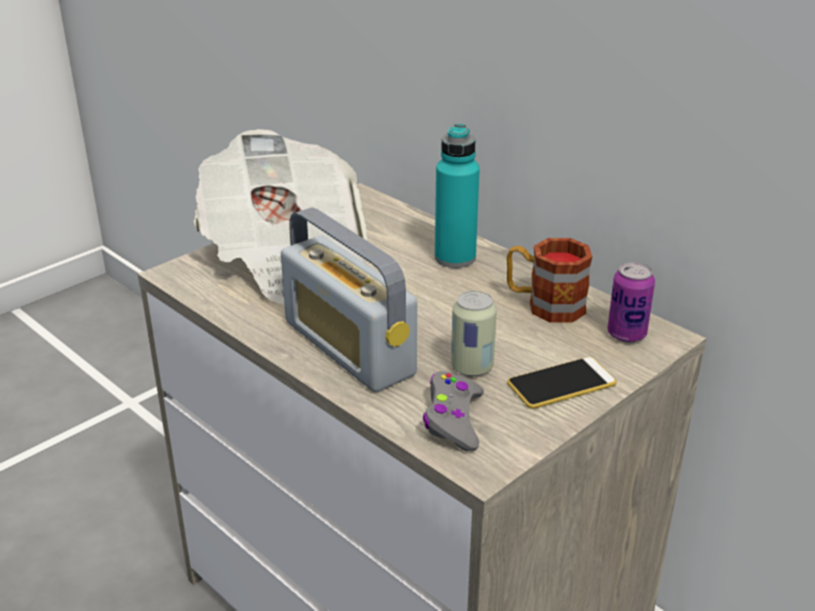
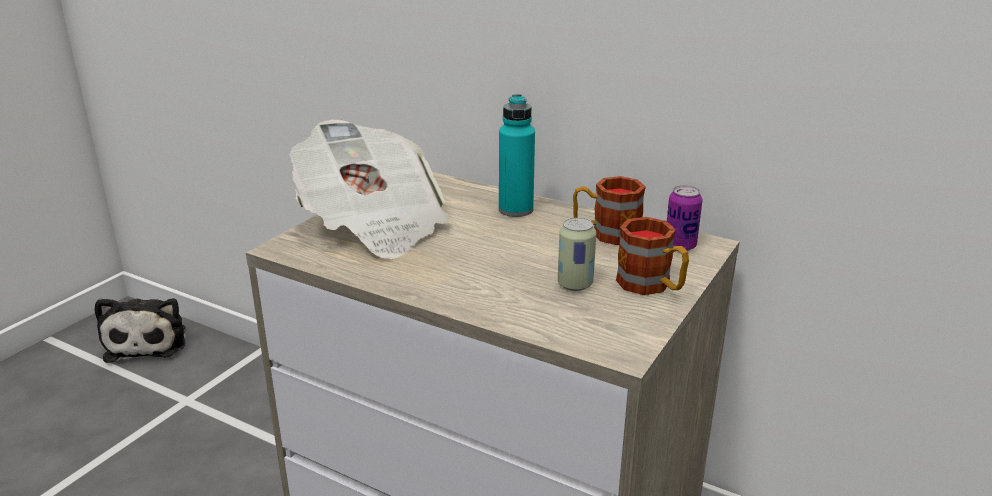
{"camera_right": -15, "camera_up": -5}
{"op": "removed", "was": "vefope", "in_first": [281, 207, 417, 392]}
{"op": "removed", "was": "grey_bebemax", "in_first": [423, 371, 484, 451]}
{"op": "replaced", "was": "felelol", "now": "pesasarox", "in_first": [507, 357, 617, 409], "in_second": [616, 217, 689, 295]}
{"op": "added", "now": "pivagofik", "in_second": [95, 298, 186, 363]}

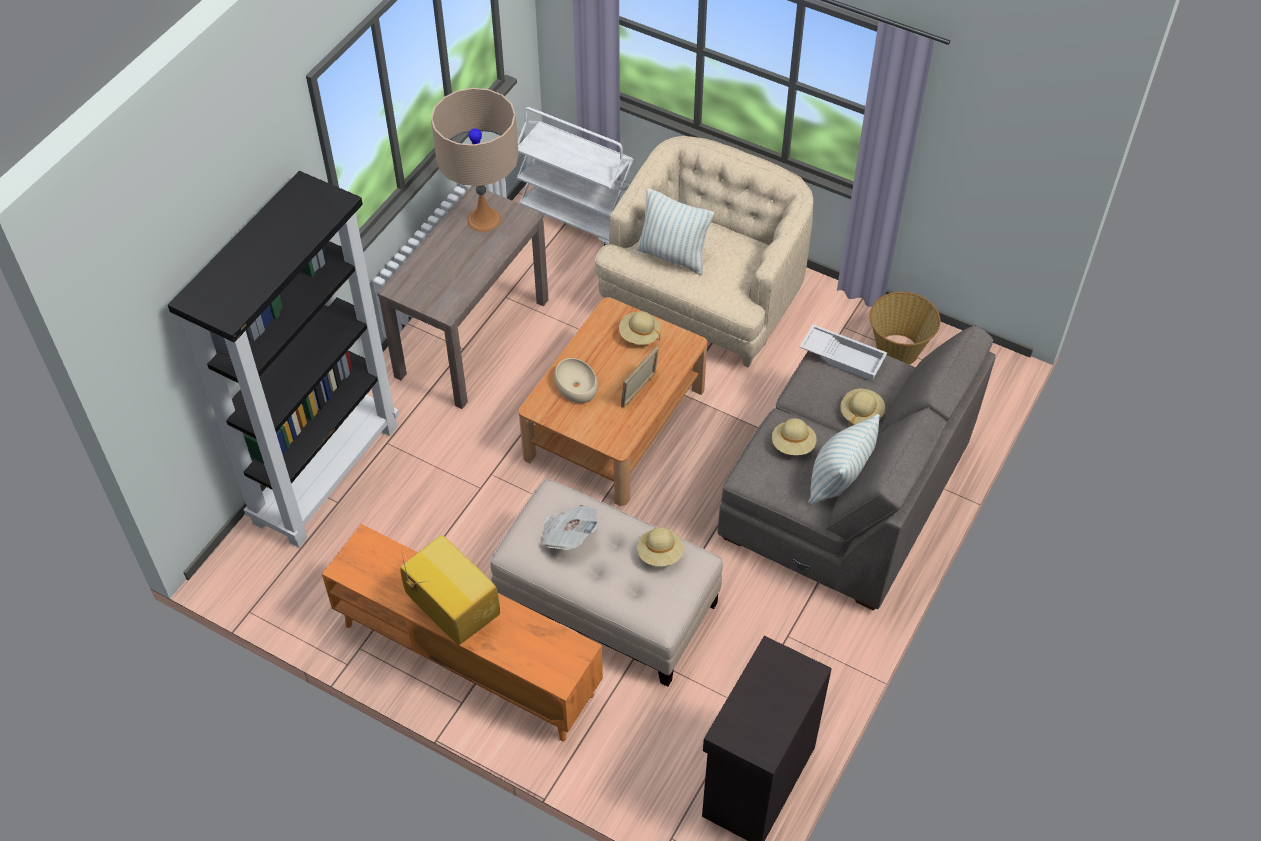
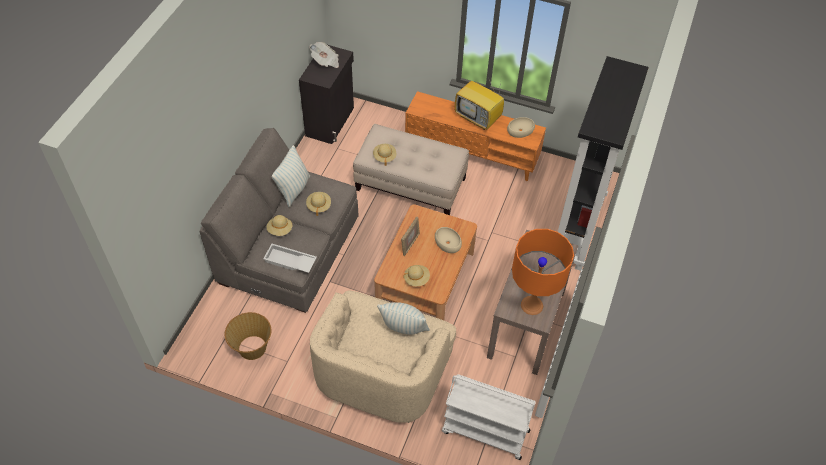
{"camera_right": 170, "camera_up": 0}
{"op": "recoloured", "was": "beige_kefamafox", "now": "orange_kefamafox", "in_first": [431, 88, 519, 232], "in_second": [512, 229, 574, 315]}
{"op": "moved", "was": "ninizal", "in_first": [541, 505, 598, 550], "in_second": [309, 42, 339, 68]}
{"op": "added", "now": "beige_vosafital", "in_second": [507, 117, 535, 138]}

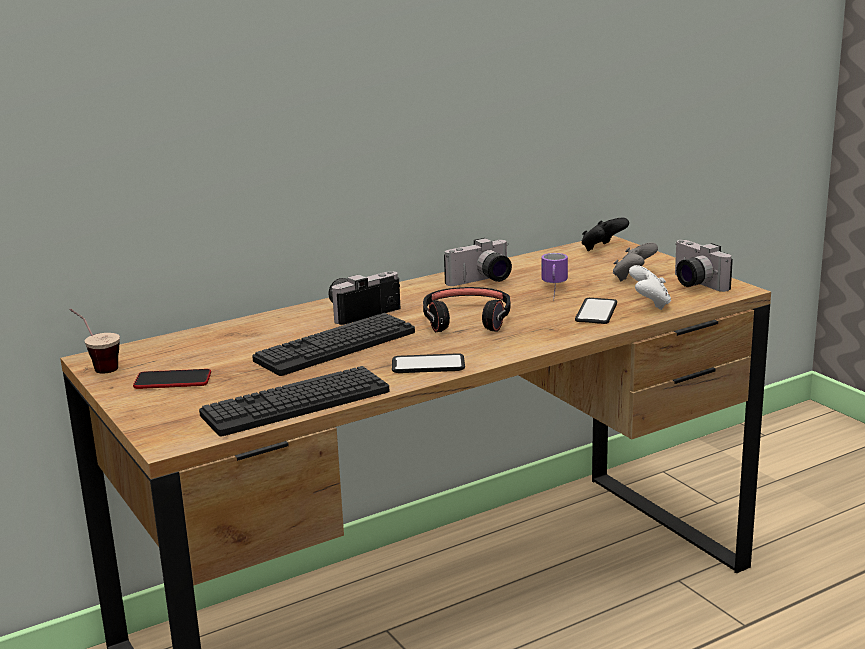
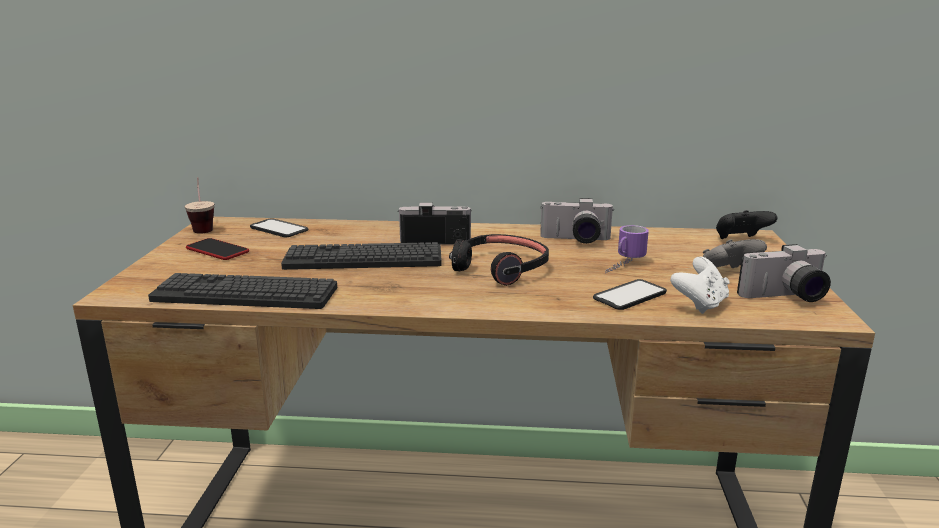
{"camera_right": 35, "camera_up": 0}
{"op": "moved", "was": "felelol", "in_first": [392, 353, 465, 373], "in_second": [250, 218, 308, 237]}
{"op": "turned", "was": "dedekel", "in_first": [675, 240, 733, 292], "in_second": [737, 244, 831, 302], "clockwise": -105}

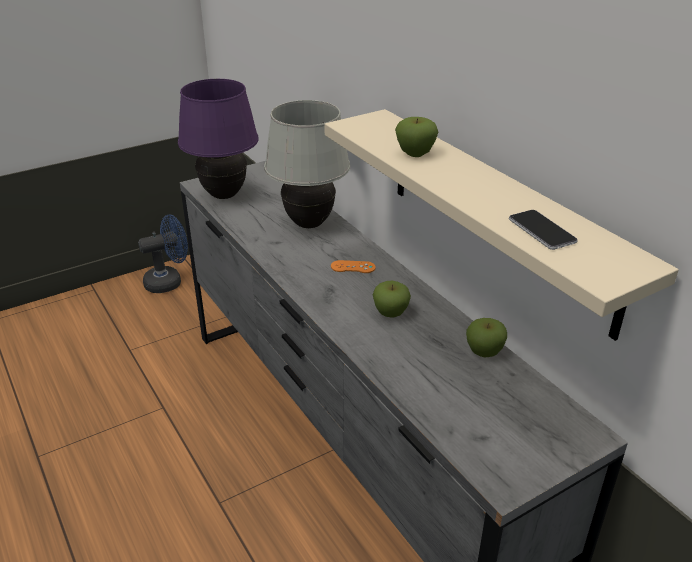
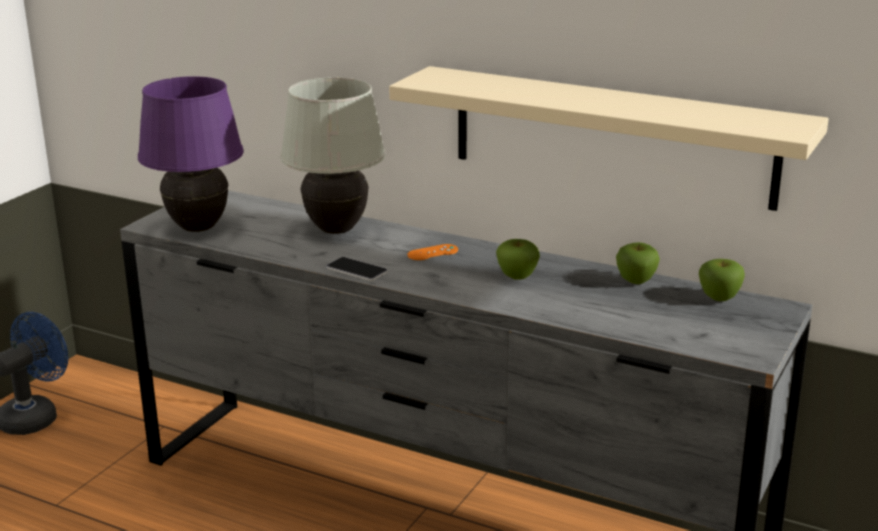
{"camera_right": -30, "camera_up": -10}
{"op": "moved", "was": "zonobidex", "in_first": [395, 117, 438, 157], "in_second": [699, 259, 745, 301]}
{"op": "moved", "was": "felelol", "in_first": [509, 210, 578, 250], "in_second": [326, 257, 388, 281]}

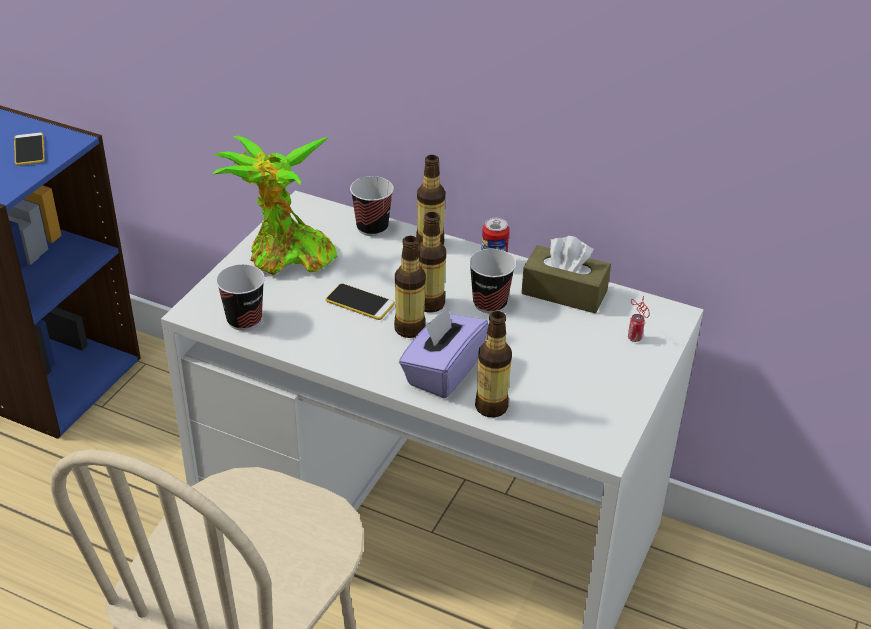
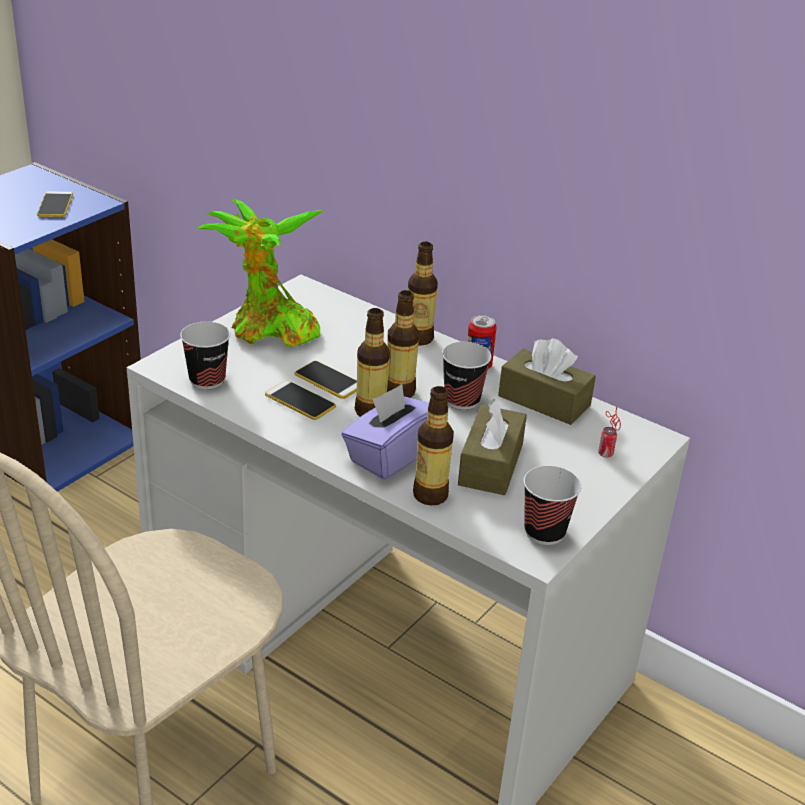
{"camera_right": 10, "camera_up": -5}
{"op": "moved", "was": "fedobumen", "in_first": [350, 176, 394, 236], "in_second": [524, 466, 581, 545]}
{"op": "added", "now": "felelol", "in_second": [265, 380, 336, 420]}
{"op": "added", "now": "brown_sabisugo", "in_second": [458, 399, 527, 495]}

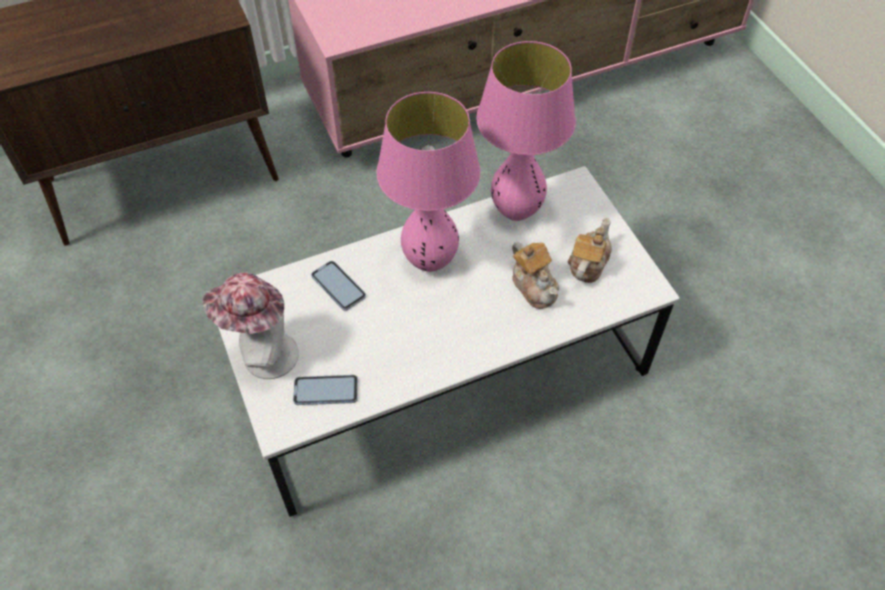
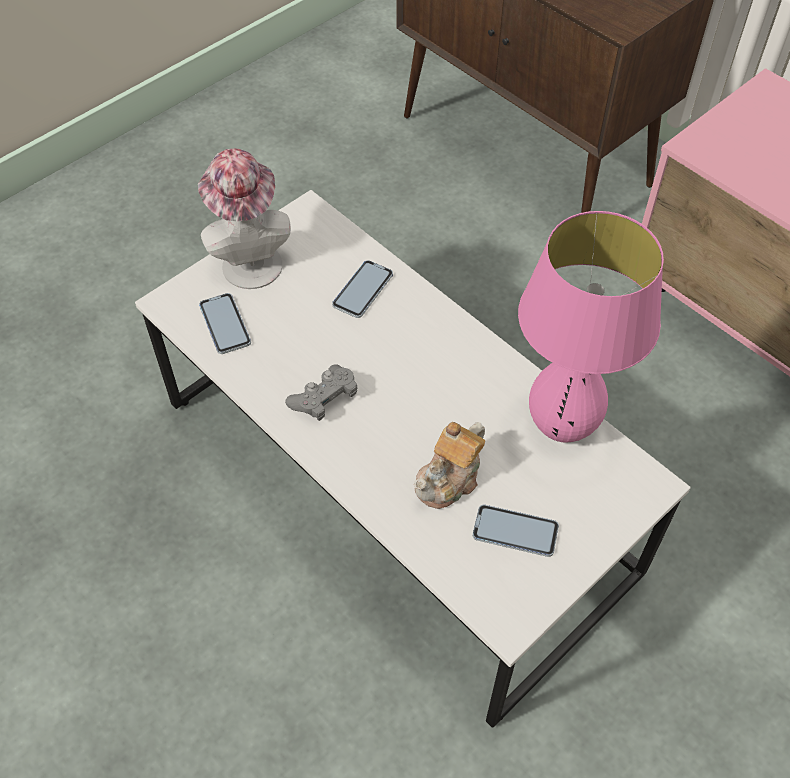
{"camera_right": 70, "camera_up": 0}
{"op": "removed", "was": "pink_kefamafox", "in_first": [376, 92, 481, 272]}
{"op": "replaced", "was": "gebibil", "now": "felelol", "in_first": [568, 218, 612, 283], "in_second": [472, 505, 559, 557]}
{"op": "added", "now": "grey_bebemax", "in_second": [285, 364, 357, 421]}

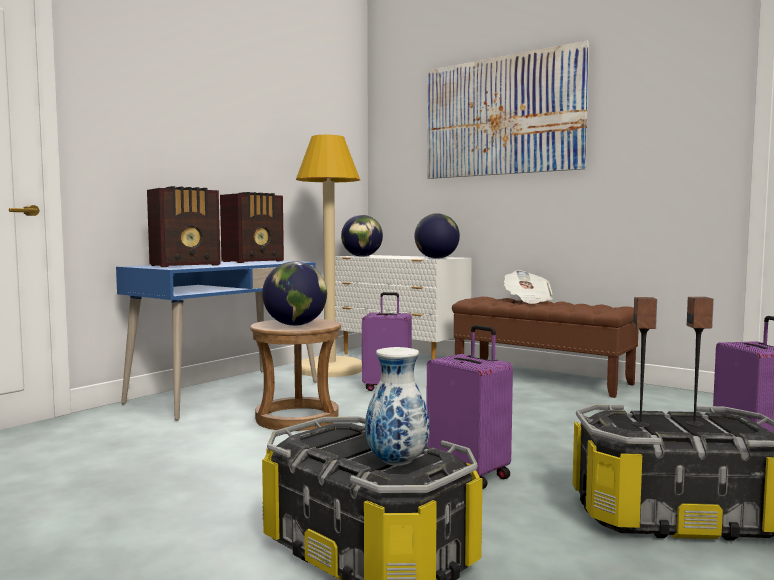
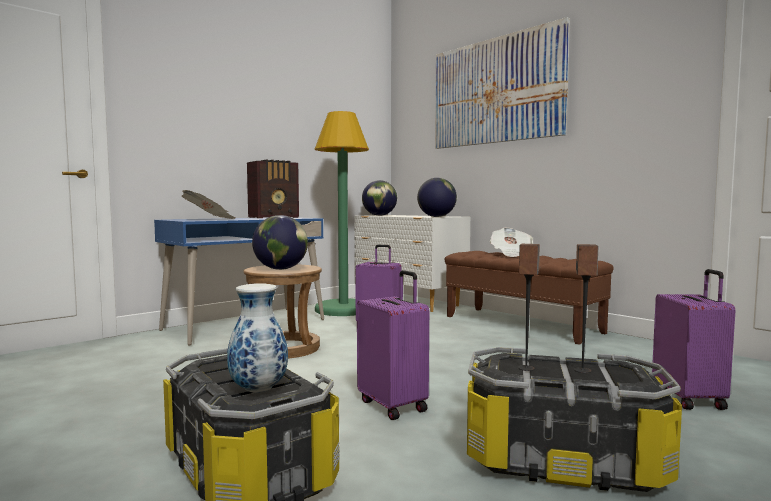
{"camera_right": 10, "camera_up": 0}
{"op": "replaced", "was": "vefope", "now": "ninizal", "in_first": [147, 186, 220, 267], "in_second": [182, 190, 236, 219]}
{"op": "recoloured", "was": "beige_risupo", "now": "green_risupo", "in_first": [296, 135, 362, 377], "in_second": [315, 111, 369, 316]}

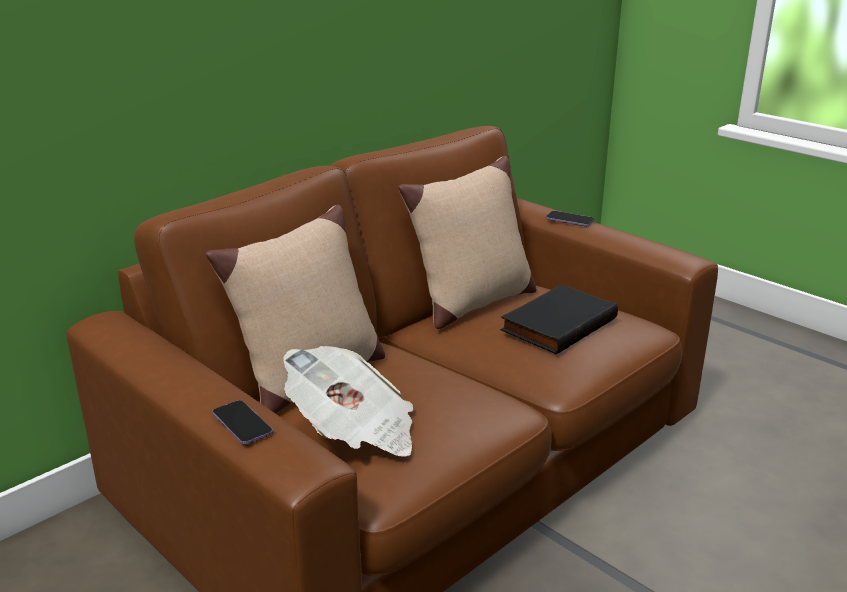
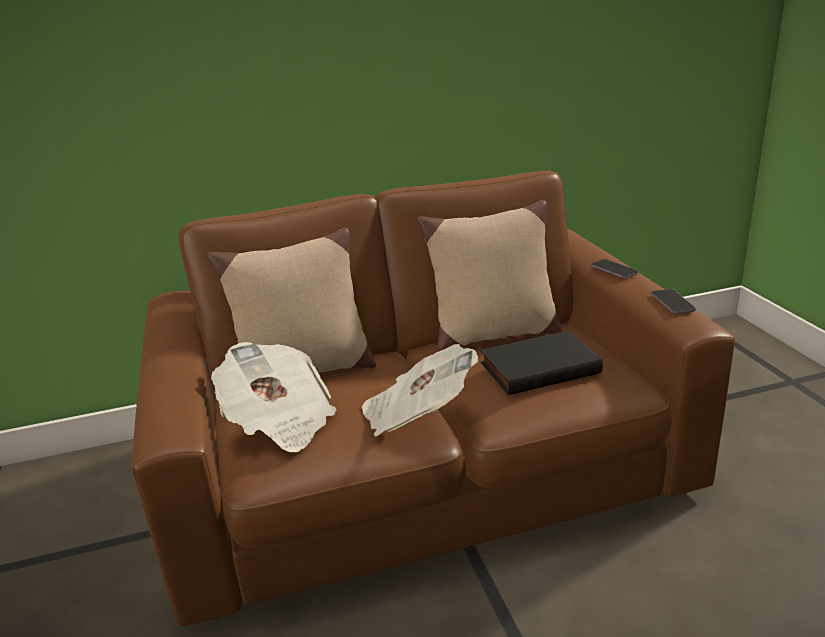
{"camera_right": 30, "camera_up": 0}
{"op": "moved", "was": "felelol", "in_first": [212, 400, 273, 445], "in_second": [651, 289, 696, 314]}
{"op": "added", "now": "ninizal", "in_second": [362, 344, 478, 437]}

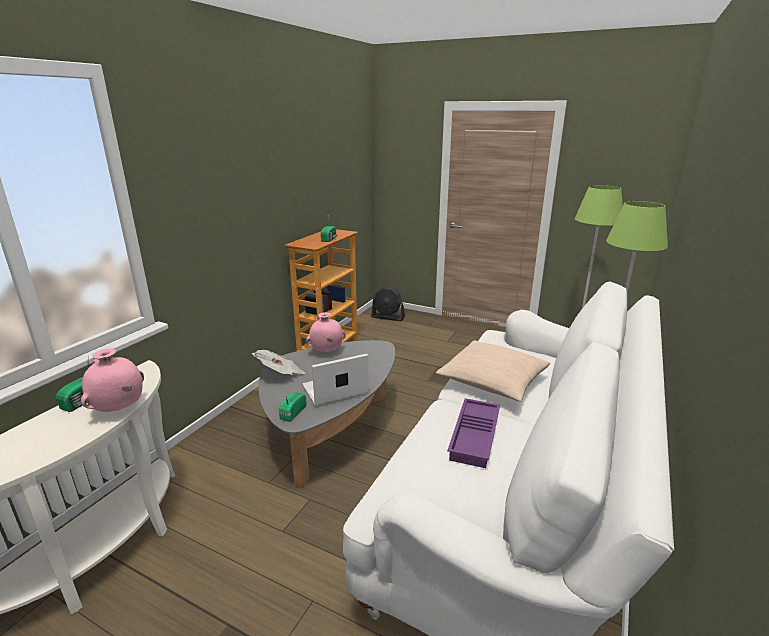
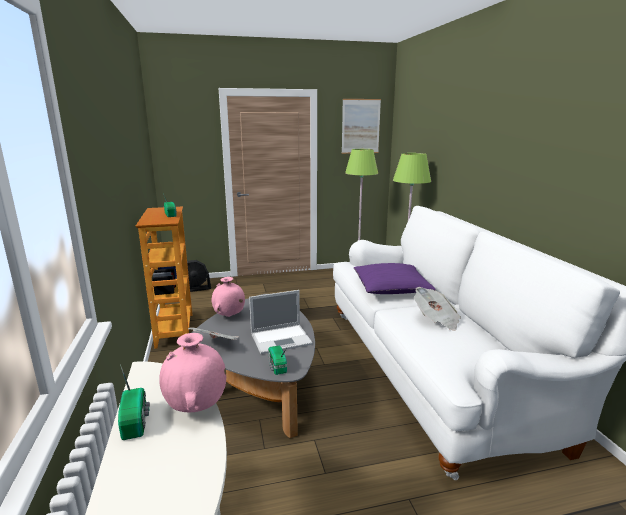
{"camera_right": -40, "camera_up": -5}
{"op": "turned", "was": "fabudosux", "in_first": [302, 354, 369, 406], "in_second": [249, 290, 313, 354], "clockwise": -135}
{"op": "recoloured", "was": "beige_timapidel", "now": "purple_timapidel", "in_first": [436, 340, 550, 402], "in_second": [354, 263, 436, 294]}
{"op": "replaced", "was": "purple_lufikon", "now": "ninizal", "in_first": [447, 398, 500, 468], "in_second": [414, 287, 461, 331]}
{"op": "added", "now": "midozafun", "in_second": [342, 99, 381, 154]}

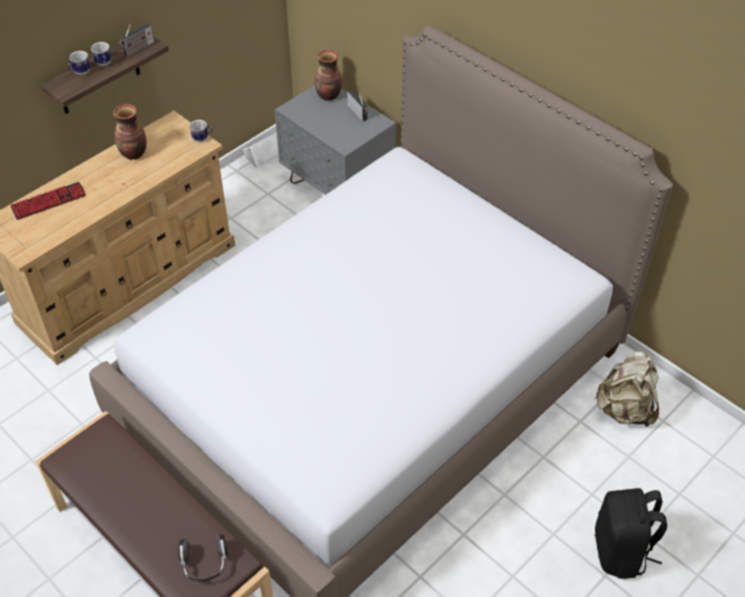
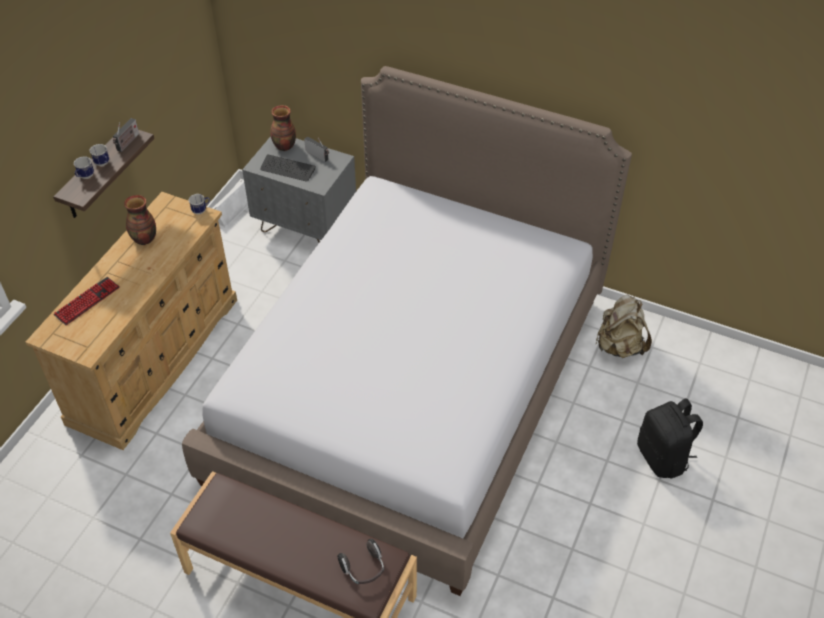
{"camera_right": -20, "camera_up": 0}
{"op": "added", "now": "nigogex", "in_second": [260, 154, 316, 182]}

